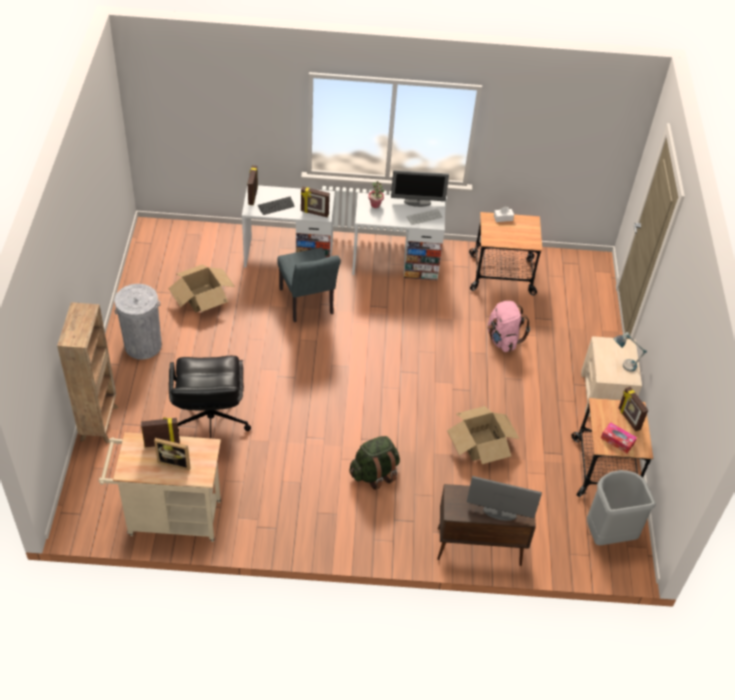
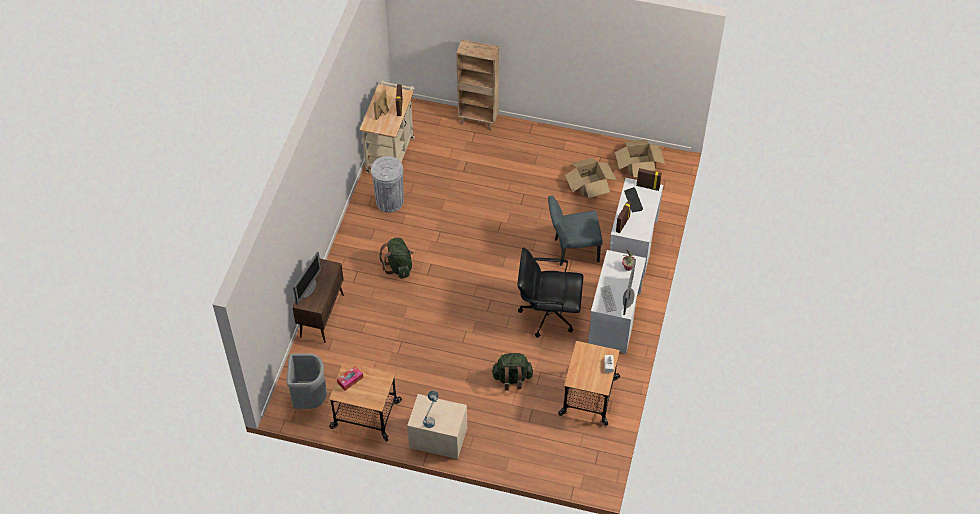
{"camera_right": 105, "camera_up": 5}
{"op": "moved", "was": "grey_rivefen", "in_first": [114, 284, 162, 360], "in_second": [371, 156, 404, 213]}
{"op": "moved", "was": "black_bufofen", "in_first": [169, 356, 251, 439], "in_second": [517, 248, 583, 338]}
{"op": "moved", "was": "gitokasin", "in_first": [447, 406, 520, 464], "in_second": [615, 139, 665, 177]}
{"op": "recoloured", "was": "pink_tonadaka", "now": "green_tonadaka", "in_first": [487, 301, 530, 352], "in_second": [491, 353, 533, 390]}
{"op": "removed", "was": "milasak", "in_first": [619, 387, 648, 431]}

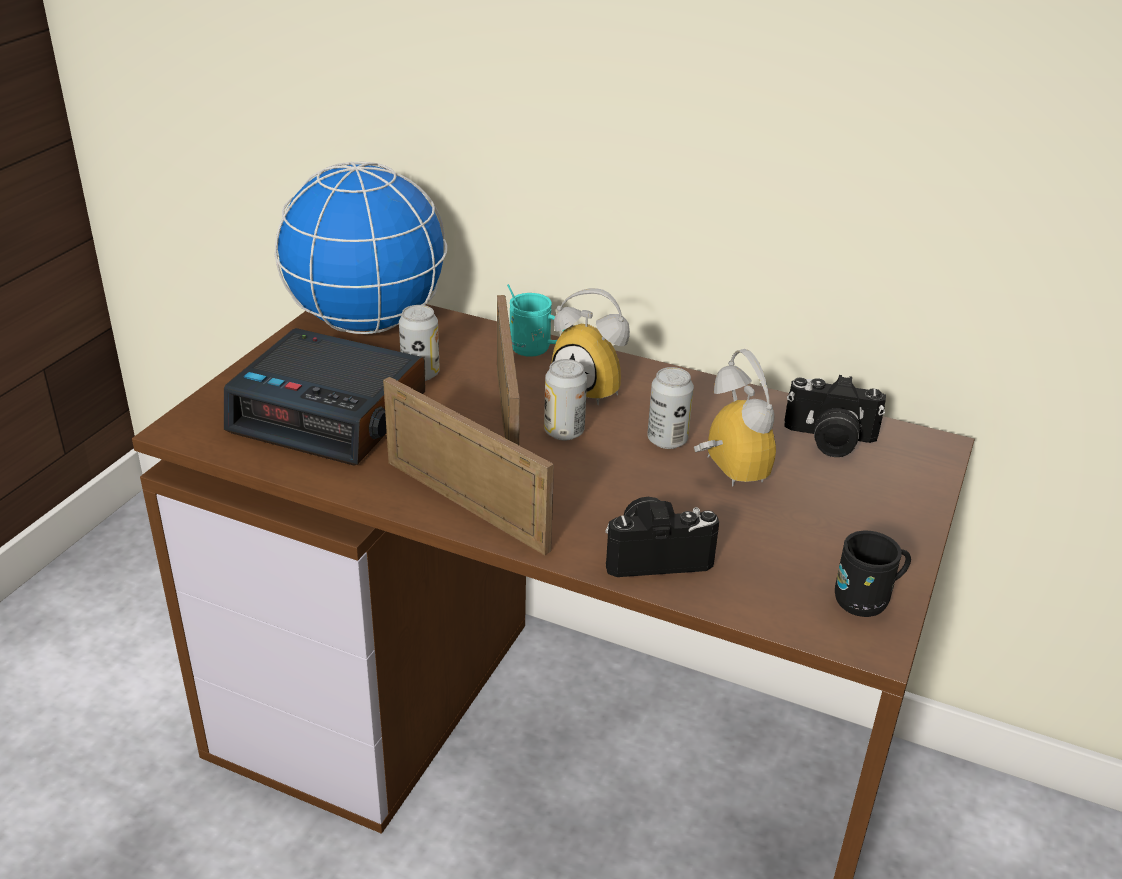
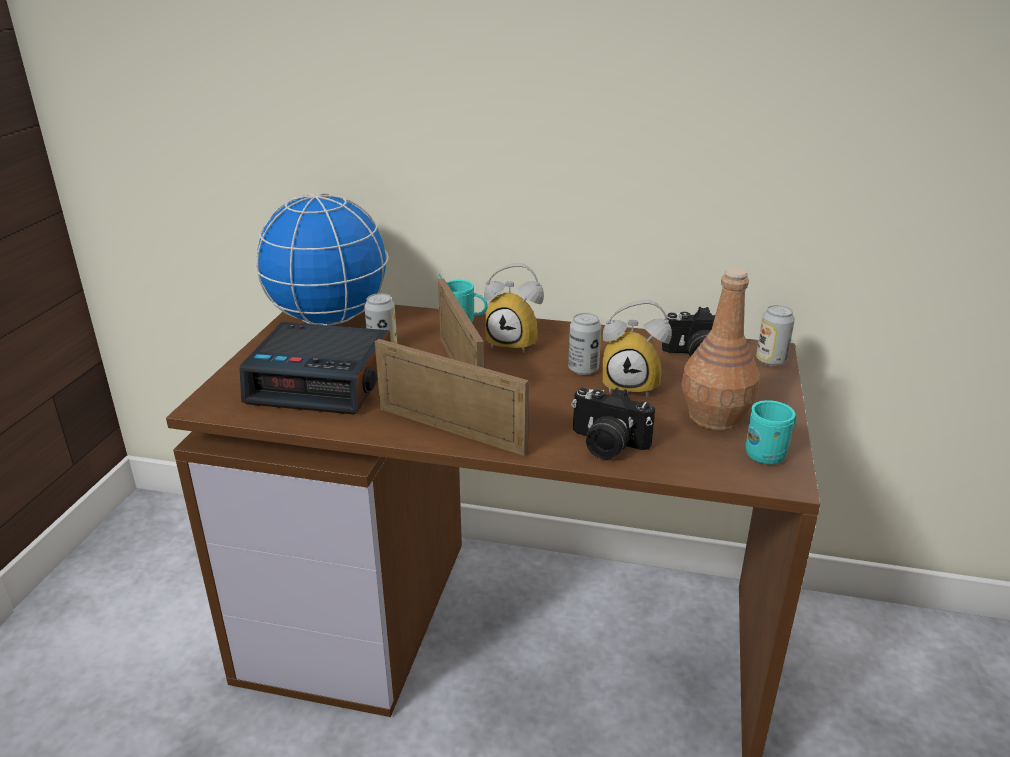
{"camera_right": -10, "camera_up": -5}
{"op": "moved", "was": "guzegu", "in_first": [544, 359, 587, 441], "in_second": [756, 305, 795, 366]}
{"op": "turned", "was": "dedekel", "in_first": [606, 497, 719, 577], "in_second": [572, 388, 655, 459], "clockwise": -135}
{"op": "turned", "was": "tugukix", "in_first": [694, 349, 776, 486], "in_second": [603, 300, 672, 397], "clockwise": 135}
{"op": "recoloured", "was": "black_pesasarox", "now": "turquoise_pesasarox", "in_first": [835, 531, 911, 617], "in_second": [746, 400, 796, 465]}
{"op": "added", "now": "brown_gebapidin", "in_second": [681, 268, 760, 431]}

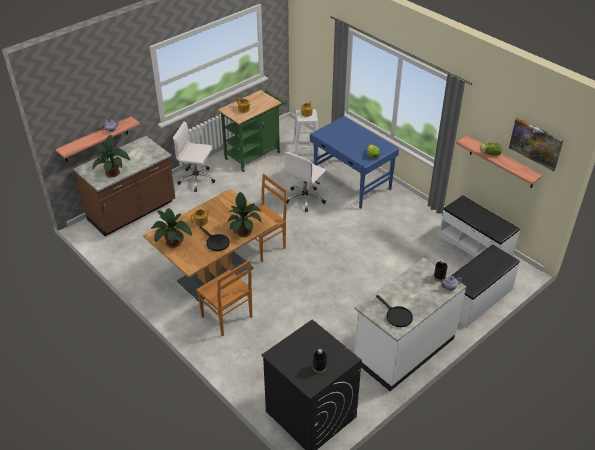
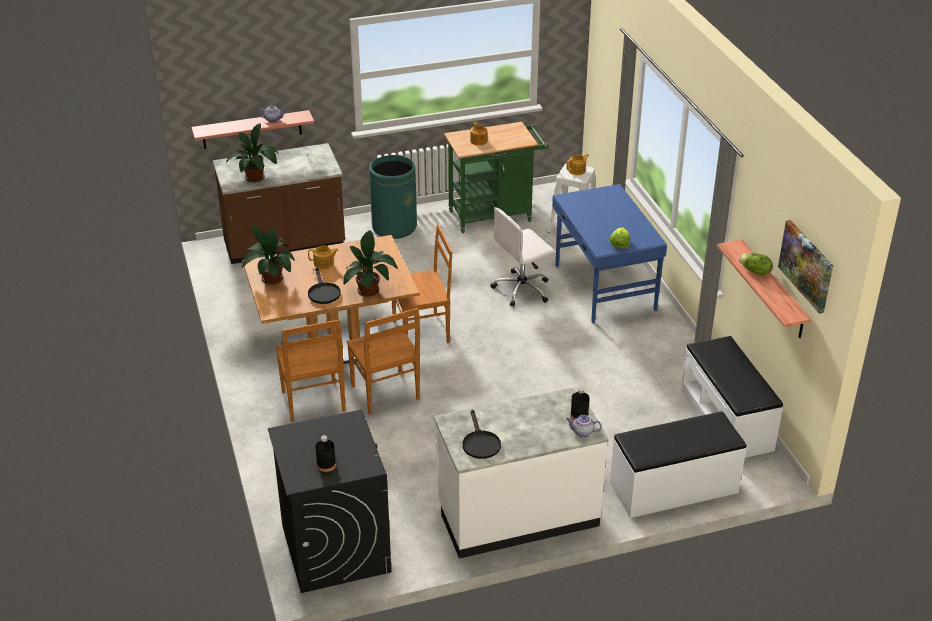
{"camera_right": 25, "camera_up": -5}
{"op": "replaced", "was": "white_bufofen", "now": "green_rivefen", "in_first": [173, 121, 215, 192], "in_second": [369, 155, 417, 239]}
{"op": "added", "now": "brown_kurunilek", "in_second": [347, 308, 420, 415]}

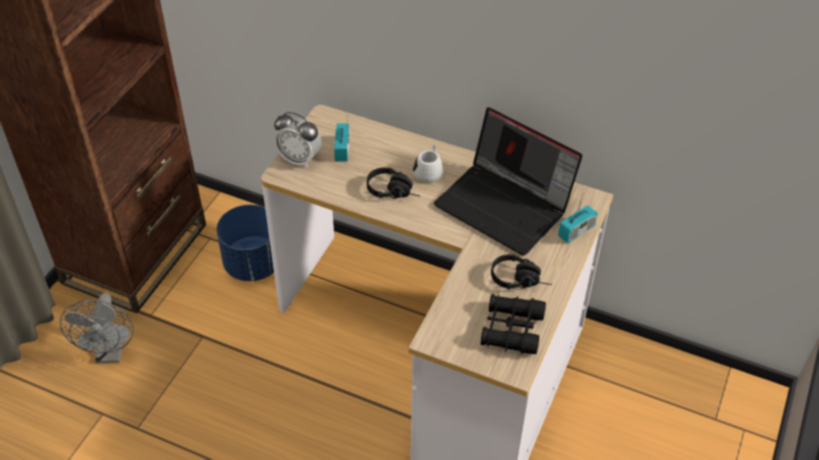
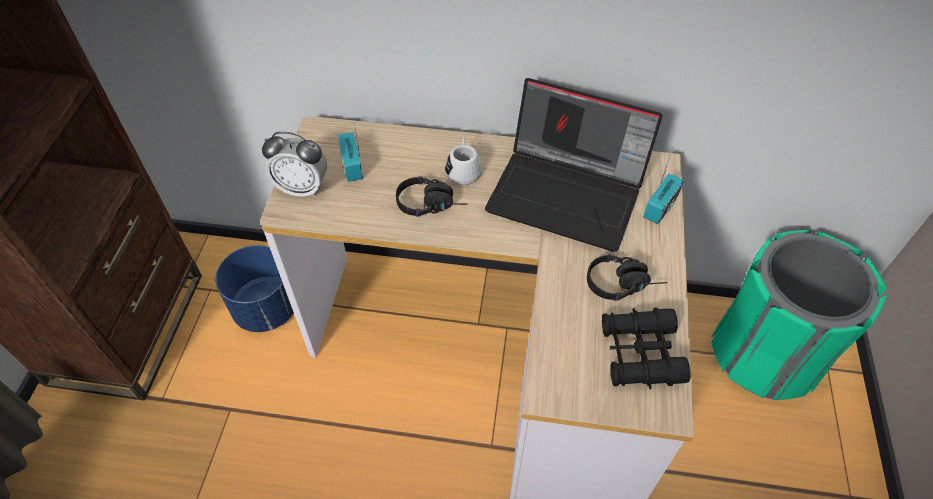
{"camera_right": -15, "camera_up": 5}
{"op": "removed", "was": "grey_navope", "in_first": [60, 293, 134, 363]}
{"op": "added", "now": "green_rivefen", "in_second": [711, 230, 887, 400]}

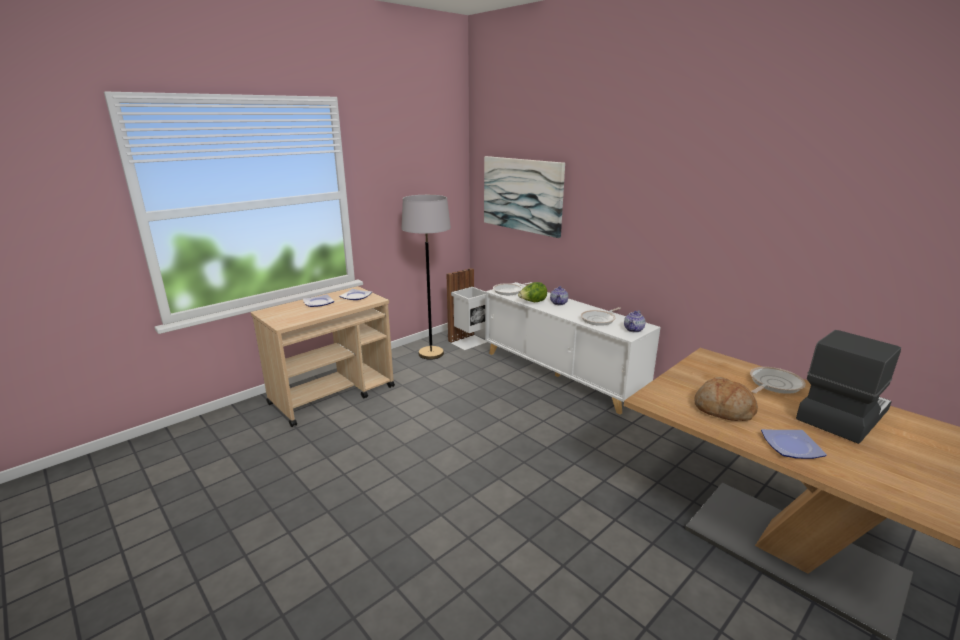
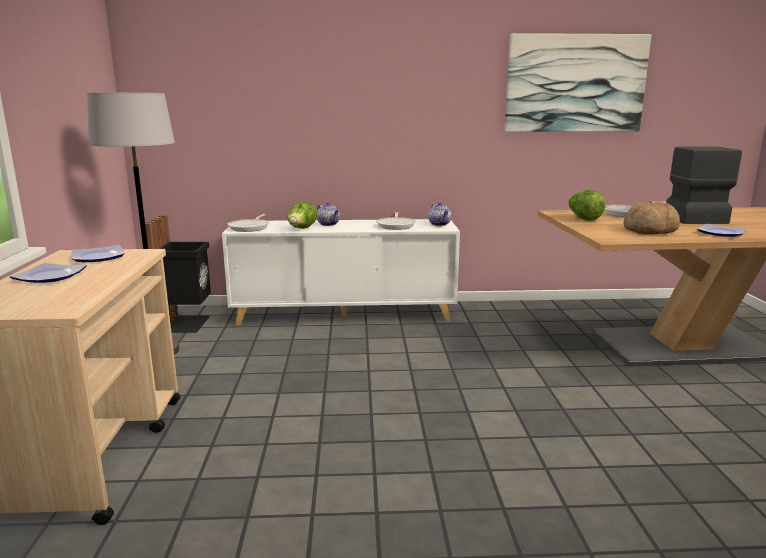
{"camera_right": -50, "camera_up": -5}
{"op": "recoloured", "was": "white_rivefen", "now": "black_rivefen", "in_first": [446, 268, 487, 350], "in_second": [145, 215, 211, 333]}
{"op": "moved", "was": "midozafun", "in_first": [484, 156, 565, 238], "in_second": [504, 33, 652, 132]}
{"op": "added", "now": "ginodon", "in_second": [568, 190, 606, 220]}

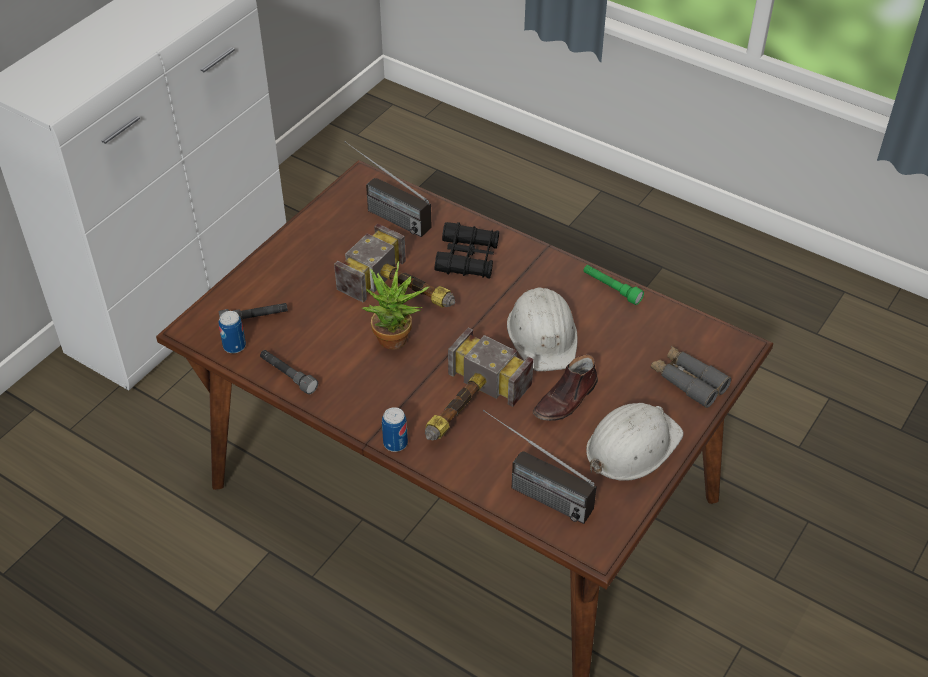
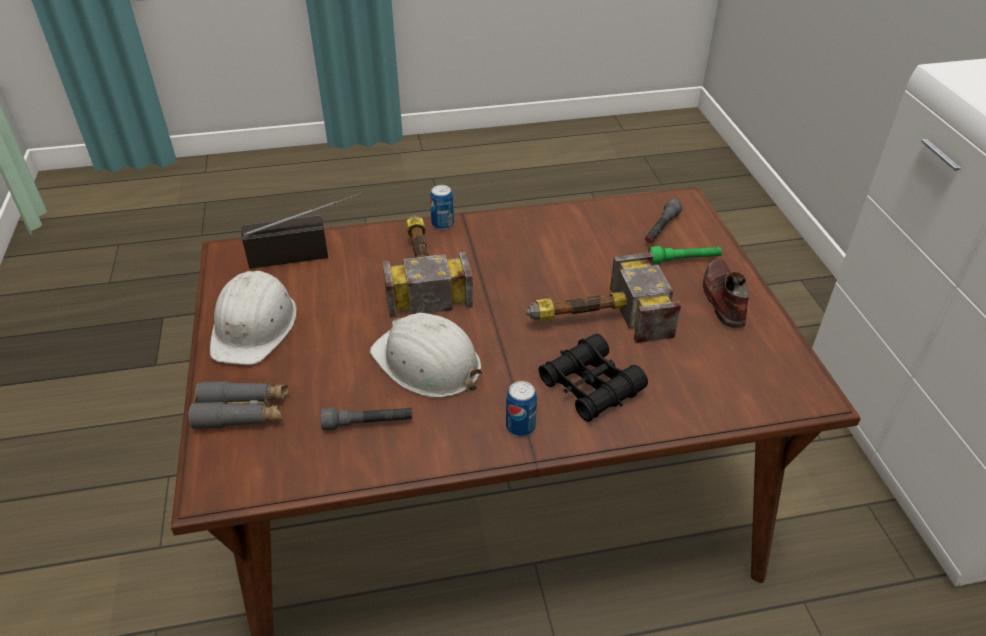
{"camera_right": 135, "camera_up": -5}
{"op": "moved", "was": "guzegu", "in_first": [219, 311, 246, 353], "in_second": [506, 381, 537, 436]}
{"op": "moved", "was": "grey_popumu", "in_first": [260, 350, 318, 394], "in_second": [321, 408, 412, 430]}
{"op": "removed", "was": "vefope", "in_first": [345, 141, 431, 237]}
{"op": "removed", "was": "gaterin", "in_first": [362, 261, 429, 349]}
{"op": "moved", "was": "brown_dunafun", "in_first": [533, 355, 598, 421], "in_second": [703, 259, 750, 328]}
{"op": "moved", "was": "green_popumu", "in_first": [584, 265, 644, 305], "in_second": [648, 246, 722, 264]}

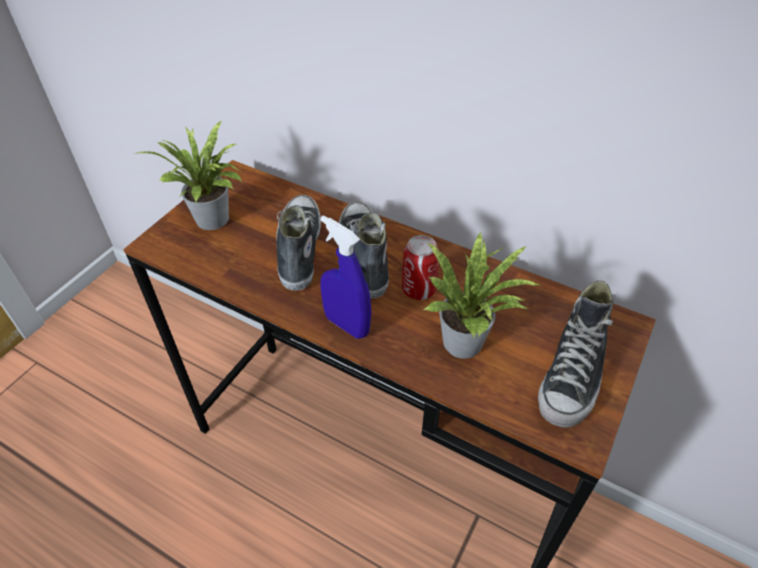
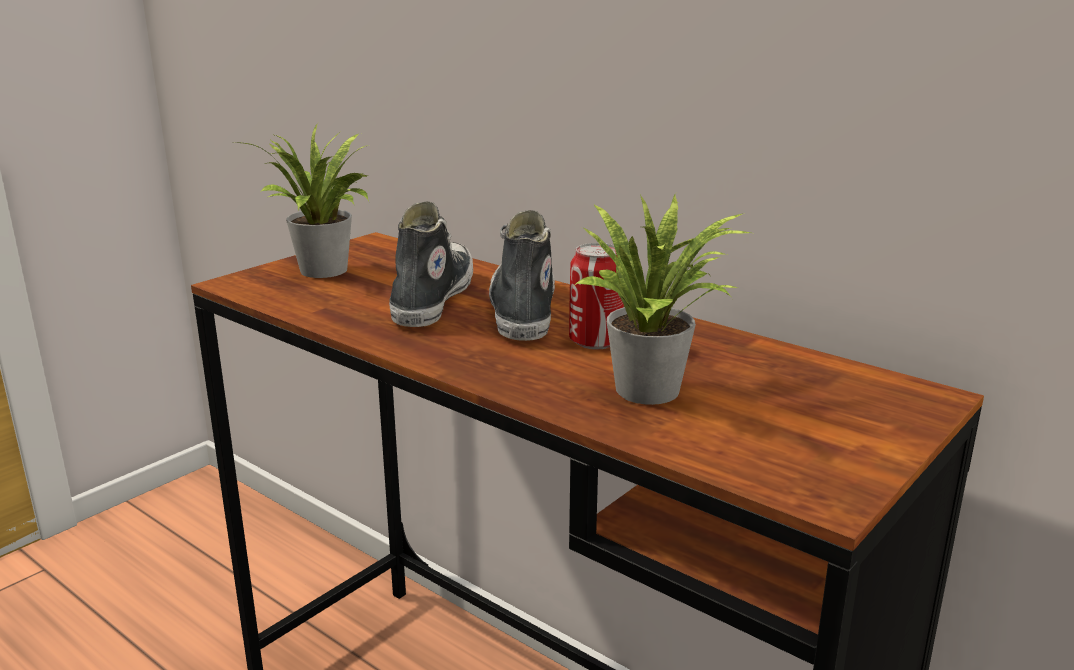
{"camera_right": 10, "camera_up": -25}
{"op": "removed", "was": "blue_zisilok", "in_first": [320, 215, 372, 339]}
{"op": "removed", "was": "dunafun", "in_first": [538, 281, 613, 428]}

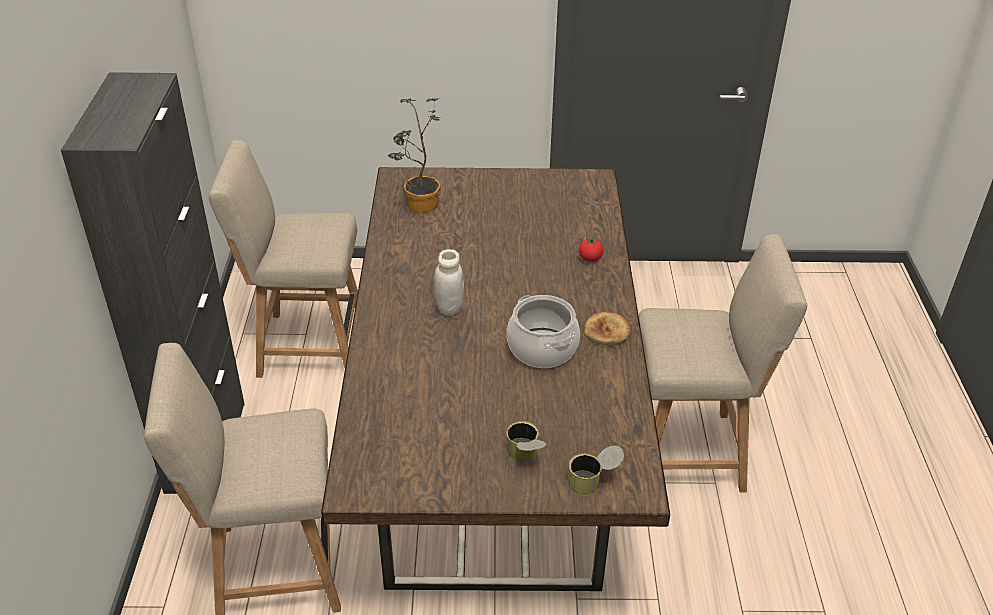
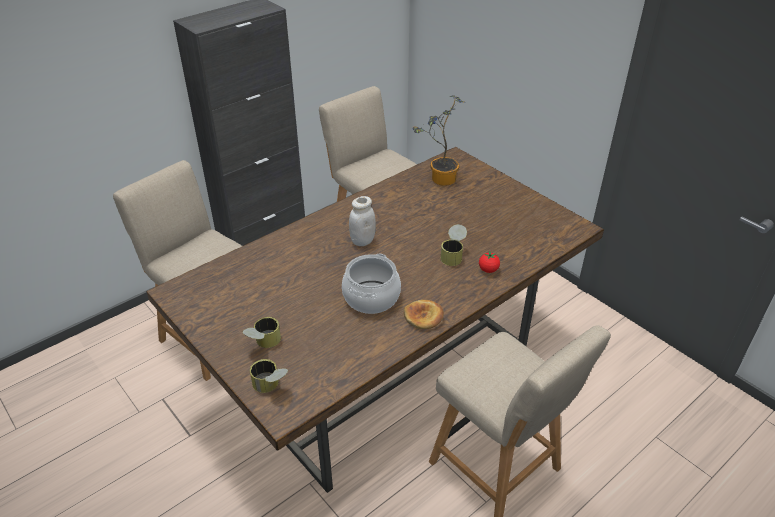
{"camera_right": 50, "camera_up": 0}
{"op": "added", "now": "guzegu", "in_second": [440, 224, 467, 266]}

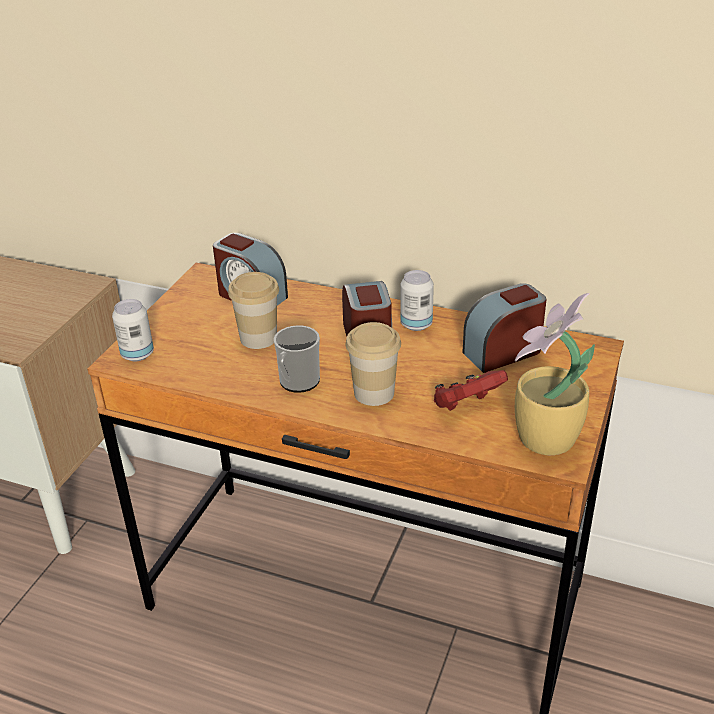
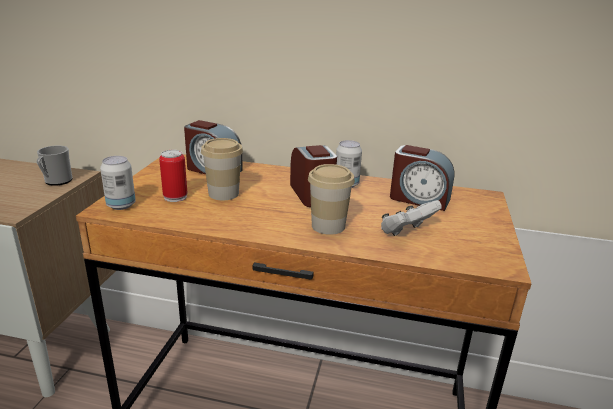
{"camera_right": -10, "camera_up": -10}
{"op": "moved", "was": "pesasarox", "in_first": [274, 325, 320, 393], "in_second": [37, 146, 73, 186]}
{"op": "recoloured", "was": "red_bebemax", "now": "white_bebemax", "in_first": [434, 370, 508, 411], "in_second": [381, 200, 442, 236]}
{"op": "turned", "was": "tugukix", "in_first": [463, 283, 546, 373], "in_second": [390, 145, 455, 211], "clockwise": -120}
{"op": "removed", "was": "gaterin", "in_first": [515, 293, 595, 455]}
{"op": "added", "now": "guzegu", "in_second": [159, 150, 187, 202]}

